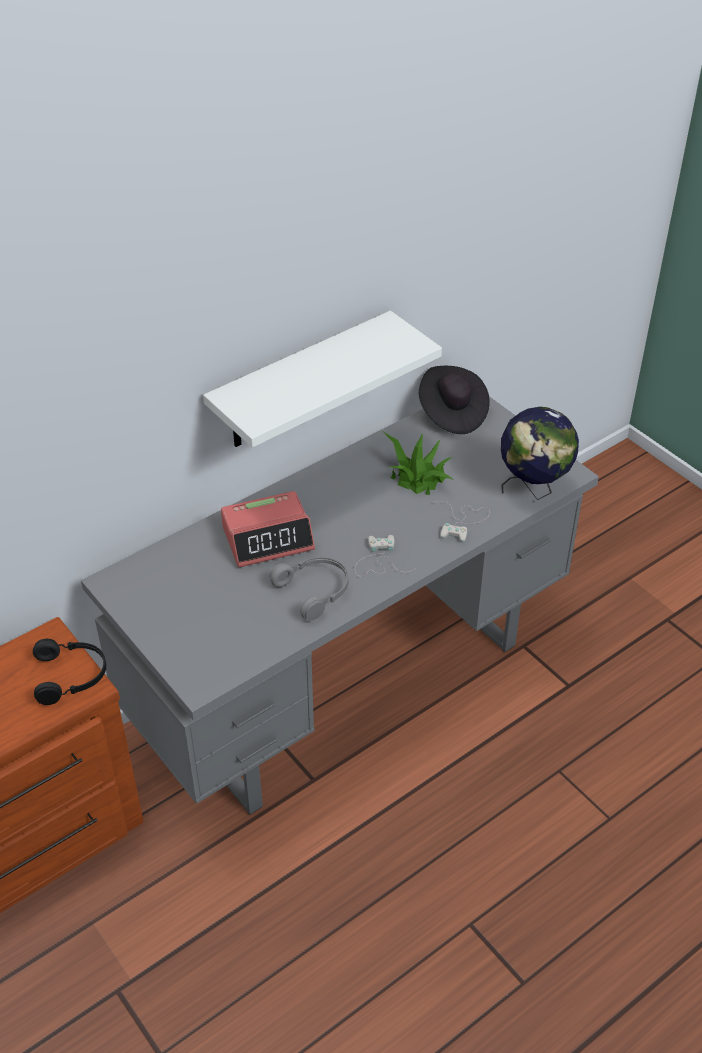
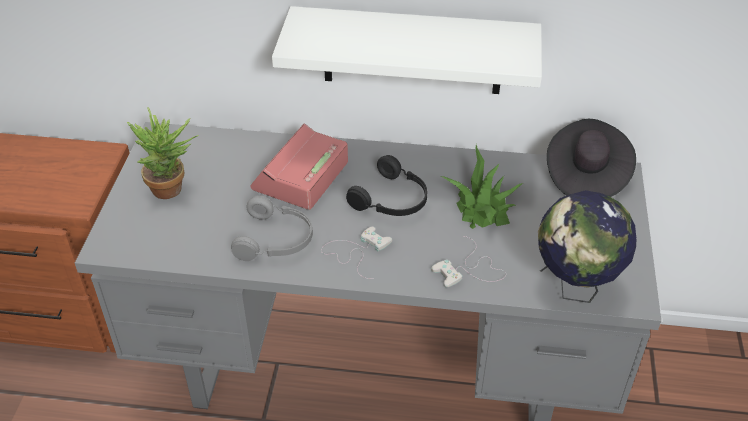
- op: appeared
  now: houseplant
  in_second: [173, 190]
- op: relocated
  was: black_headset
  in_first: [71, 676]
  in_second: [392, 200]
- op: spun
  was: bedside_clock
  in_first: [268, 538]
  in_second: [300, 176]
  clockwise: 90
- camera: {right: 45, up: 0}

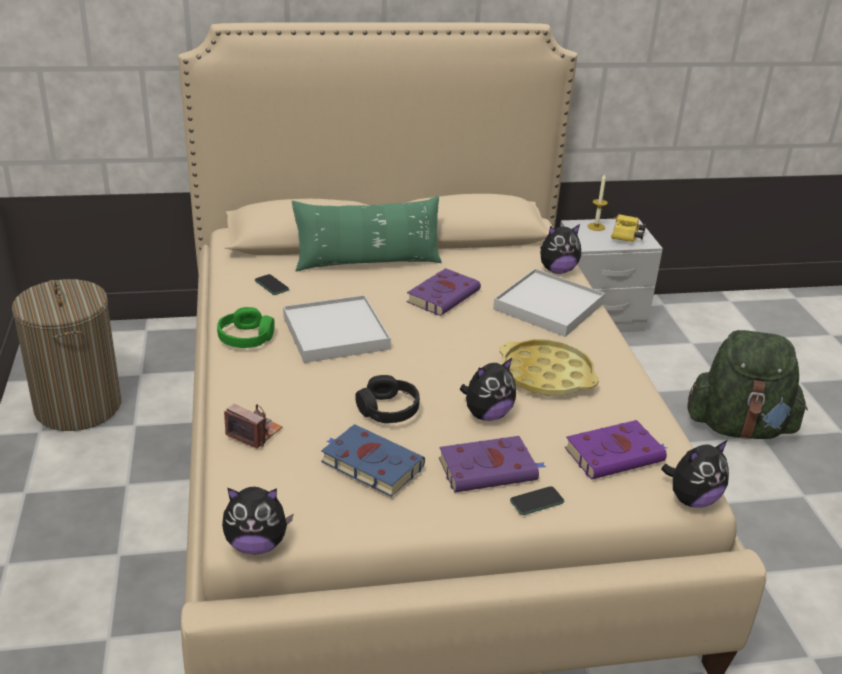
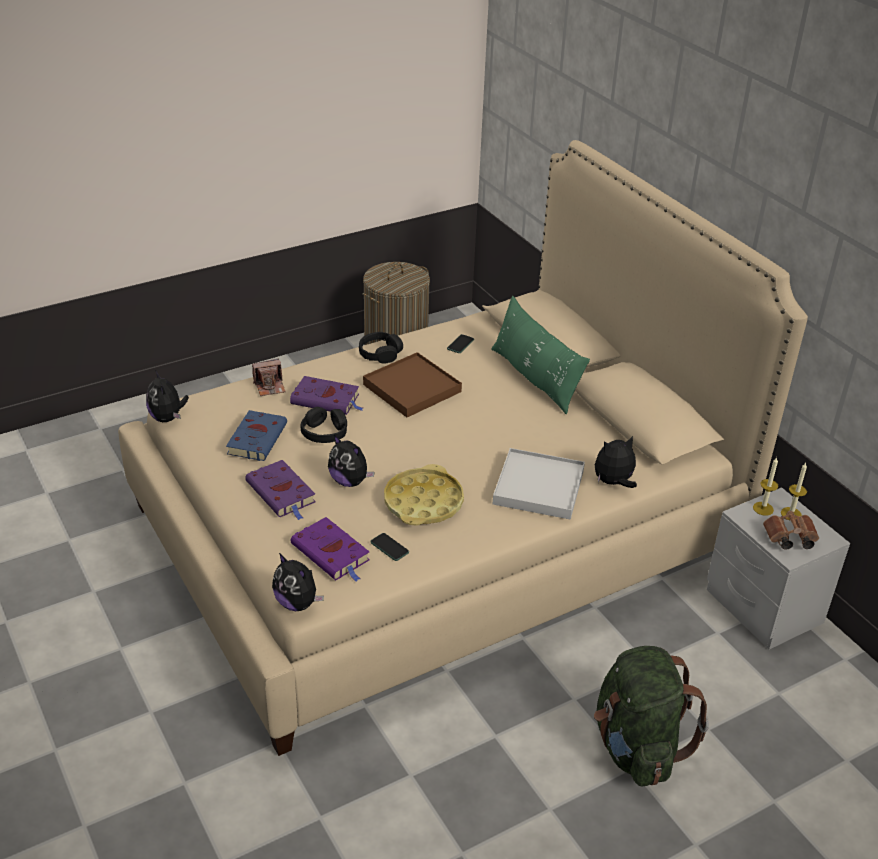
- op: appeared
  now: wax_light
  in_second: [763, 508]
- op: relocated
  was: purplish_volume
  in_first: [444, 296]
  in_second: [327, 400]
- op: relocated
  was: handset
  in_first: [536, 501]
  in_second: [389, 547]
- op: colour
  was: green_headset
  now: black_headset
  in_first: [246, 337]
  in_second: [380, 353]
- op: colour
  was: white_serving_tray
  now: brown-coloured_serving_tray
  in_first: [335, 333]
  in_second: [411, 388]
- op: colour
  was: yellowish_binoculars
  now: brown-coloured_binoculars
  in_first: [626, 237]
  in_second: [788, 539]
- op: spun
  was: still_camera
  in_first: [254, 433]
  in_second: [270, 386]
  clockwise: 60
- op: spun
  was: cuddly_toy
  in_first: [557, 270]
  in_second: [613, 483]
  clockwise: 105
- camera: {right: 70, up: 5}

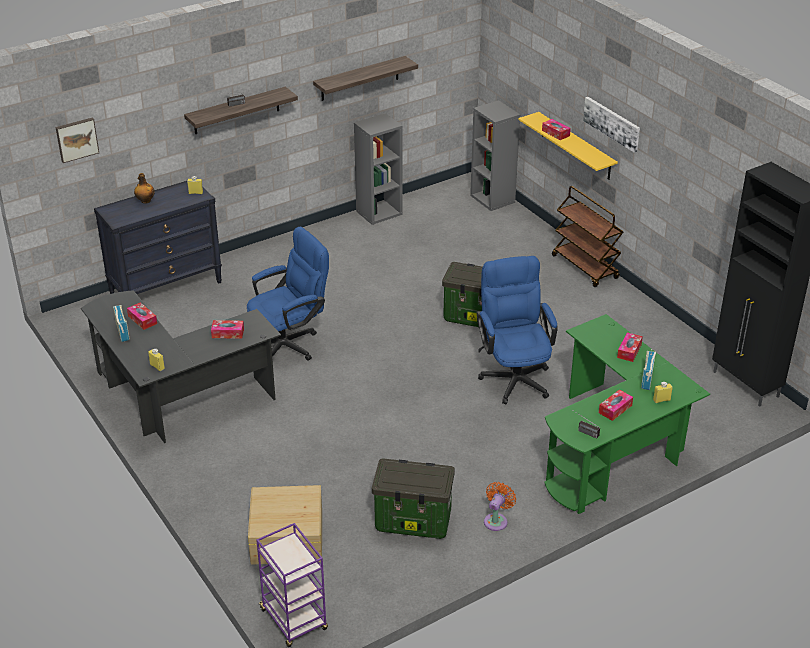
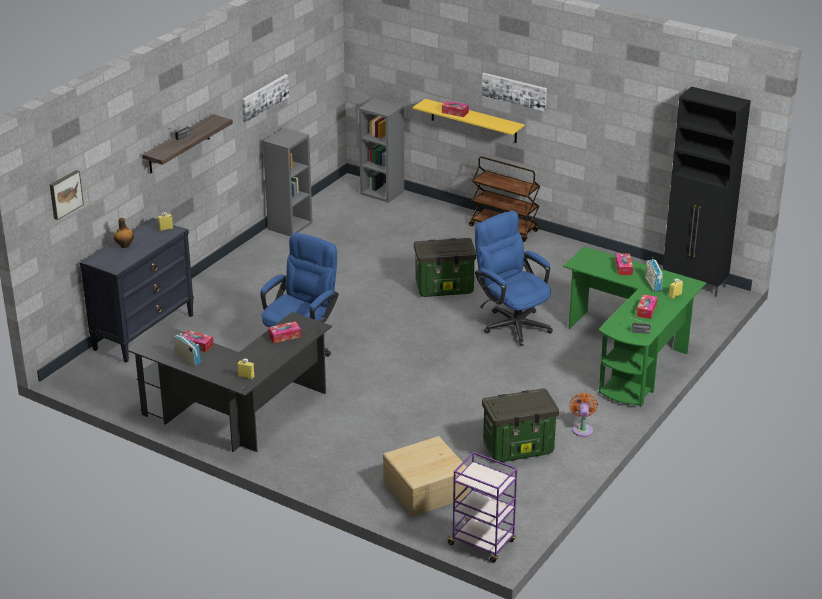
- op: exchanged
  was: wall_shelf
  now: wall_art
  in_first: [360, 78]
  in_second: [264, 97]
- camera: {right: -25, up: -5}

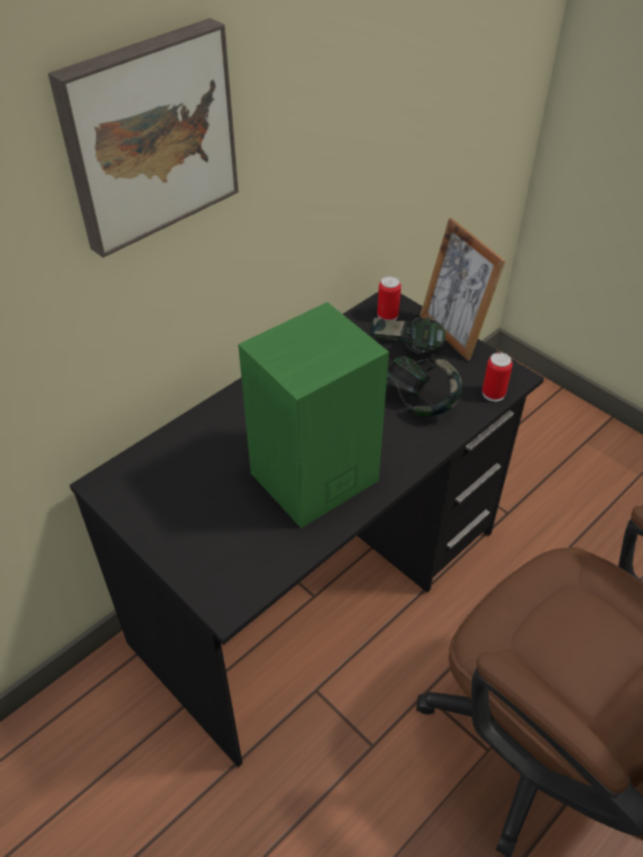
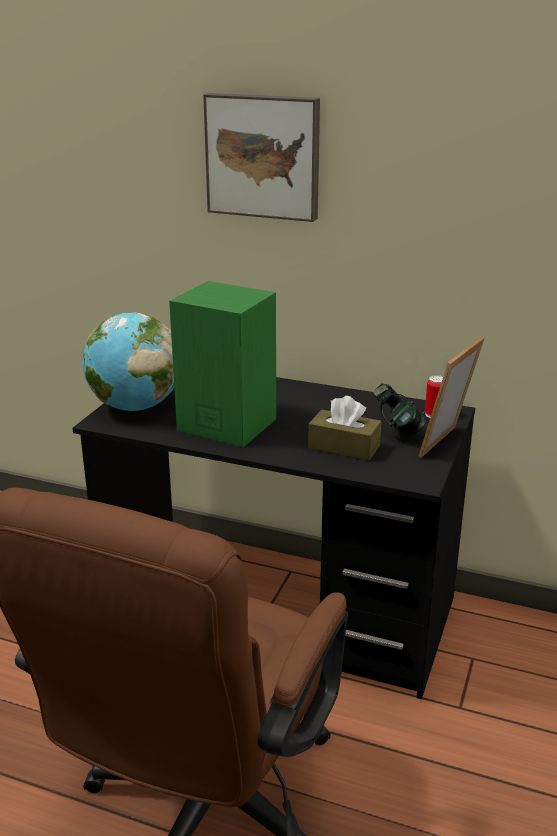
- op: missing
  was: can
  in_first: [493, 393]
- op: appeared
  now: desk_globe
  in_second: [135, 407]
- op: exchanged
  was: headset
  now: brown-coloured_box_of_tissues
  in_first: [420, 402]
  in_second: [344, 447]
- camera: {right: 65, up: -20}

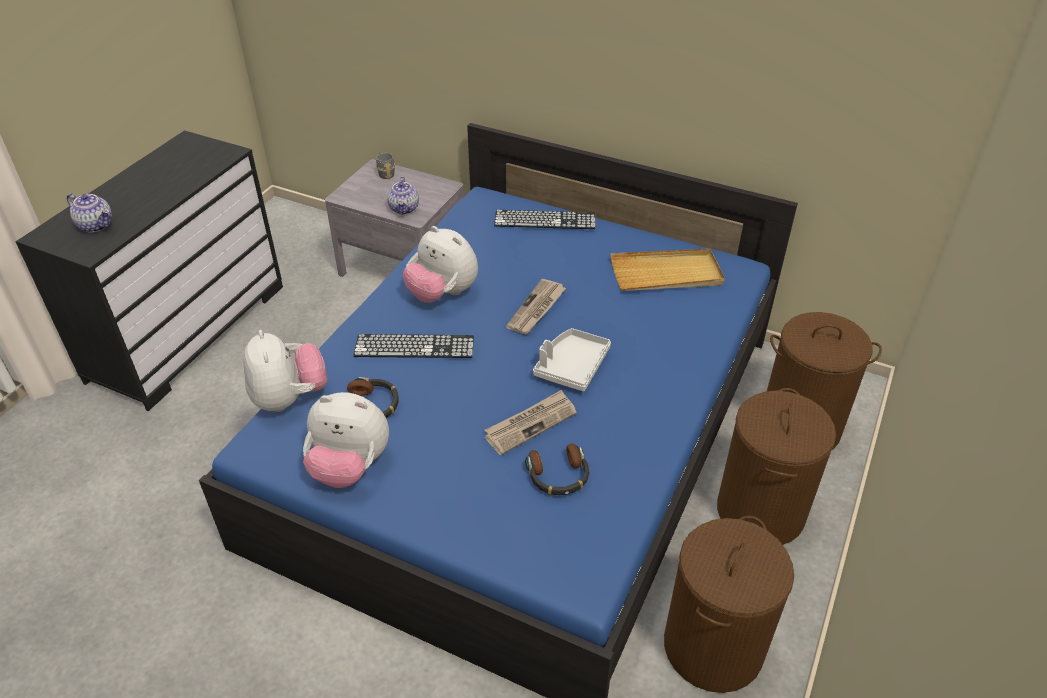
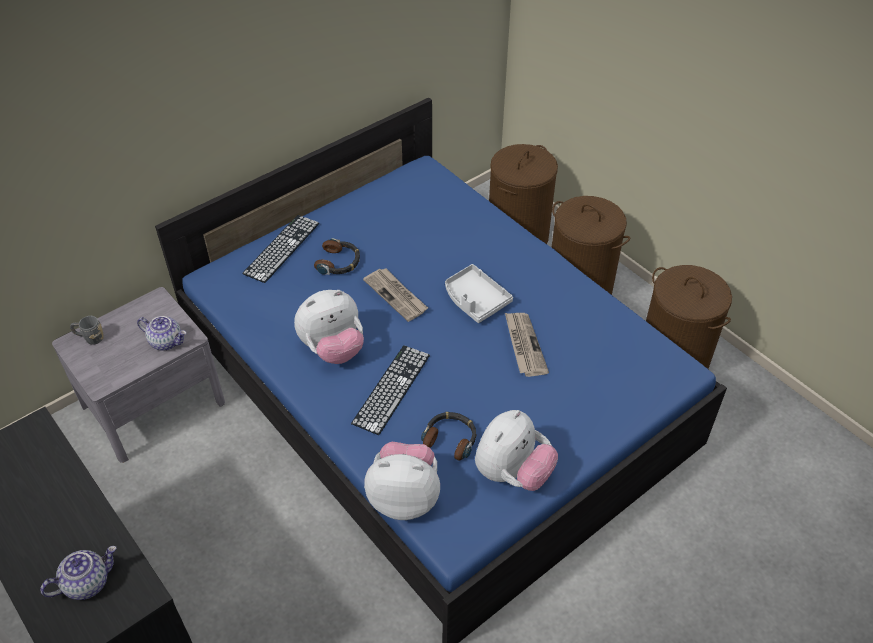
- op: missing
  was: beige_serving_tray
  in_first: [666, 274]
- op: relocated
  was: headset
  in_first: [558, 476]
  in_second: [339, 262]
- camera: {right: -65, up: 5}

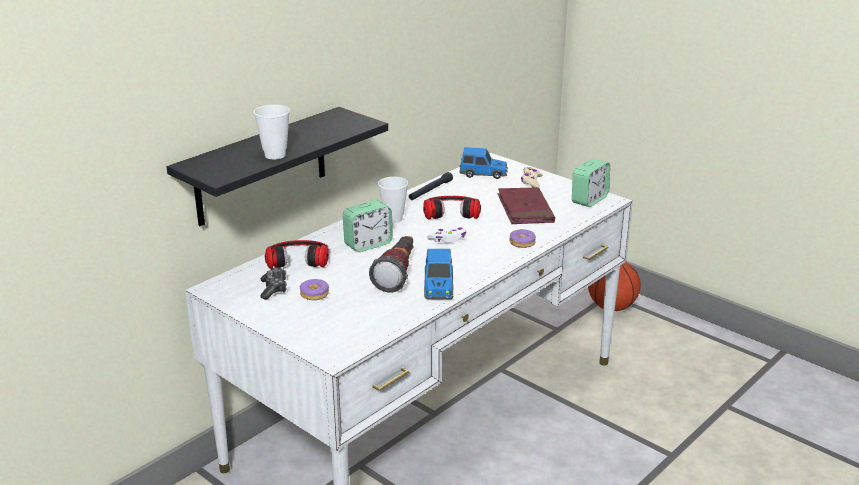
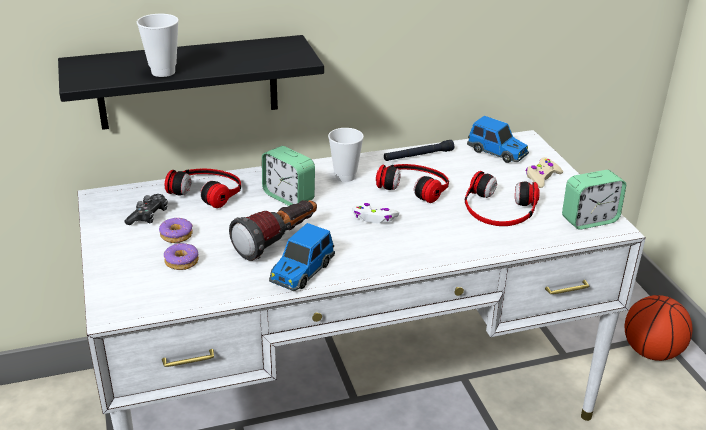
- op: relocated
  was: donut
  in_first: [522, 243]
  in_second: [182, 261]
- op: exchanged
  was: red_volume
  now: headset
  in_first: [525, 209]
  in_second: [499, 208]
- op: spun
  was: bedside_clock
  in_first: [368, 244]
  in_second: [288, 197]
  clockwise: 45
- camera: {right: 30, up: 5}

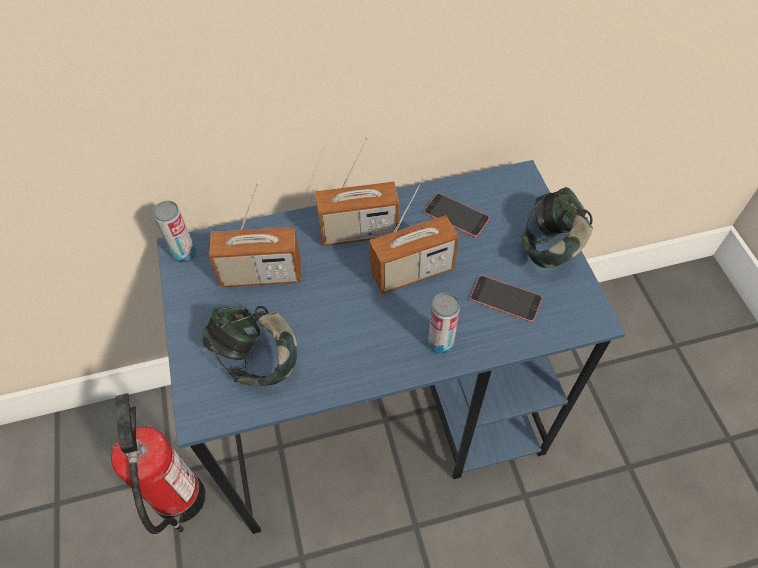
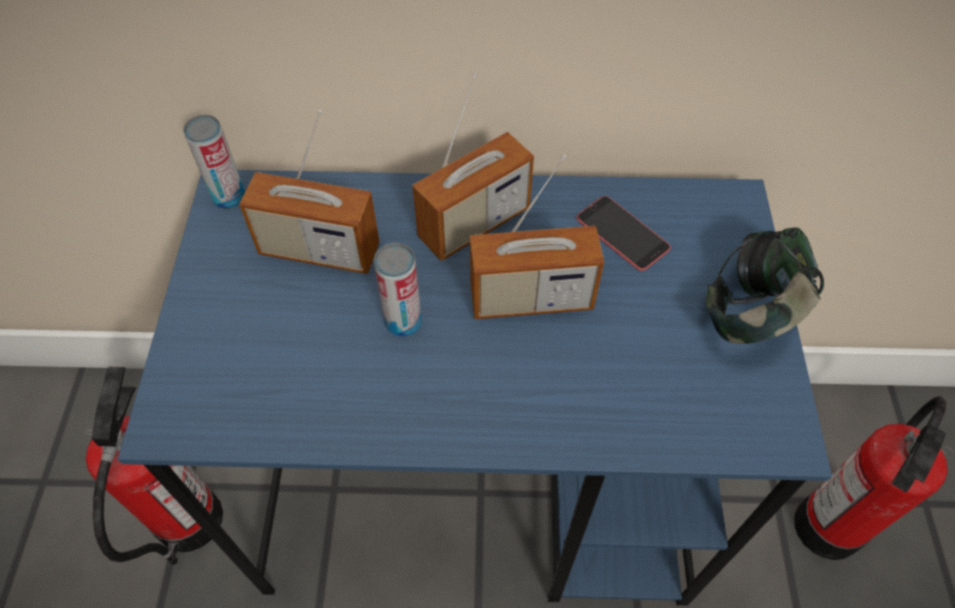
- op: missing
  was: headset
  in_first: [256, 359]
- op: missing
  was: handset
  in_first: [505, 298]
- op: appeared
  now: fire_extinguisher
  in_second: [828, 526]
- op: relocated
  was: can
  in_first: [440, 343]
  in_second: [403, 322]
- op: spun
  was: radio_receiver
  in_first: [359, 232]
  in_second: [474, 224]
  clockwise: -45
- camera: {right: 15, up: 0}

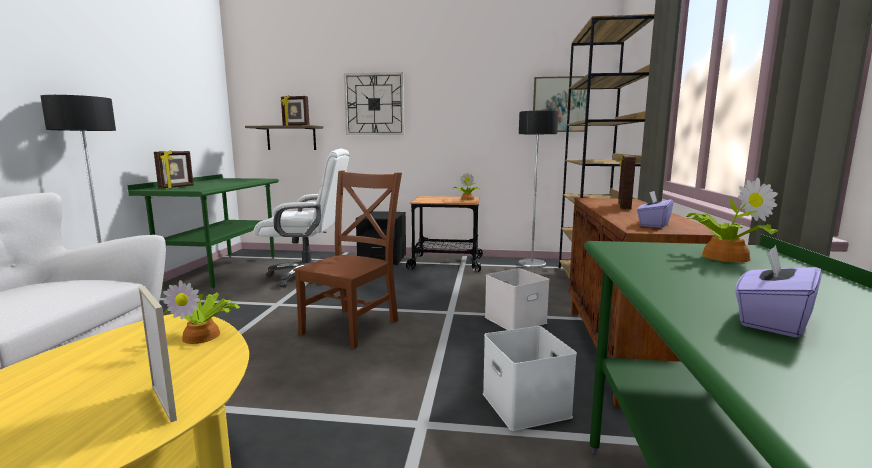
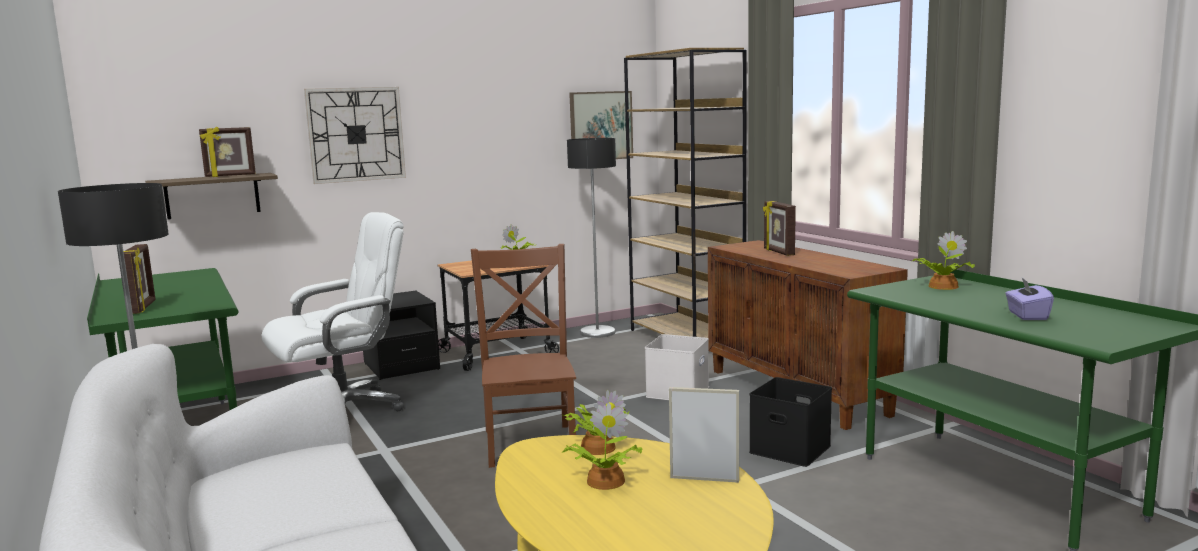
- op: missing
  was: purplish_box_of_tissues
  in_first: [653, 224]
- op: appeared
  now: houseplant
  in_second: [603, 481]
- op: colour
  was: white_storage_box
  now: black_storage_box
  in_first: [527, 405]
  in_second: [792, 449]
- camera: {right: -35, up: 0}

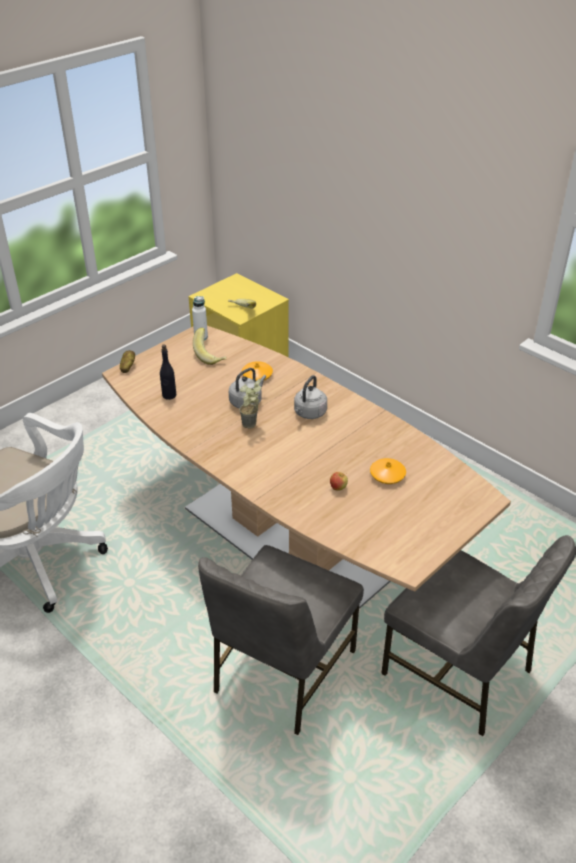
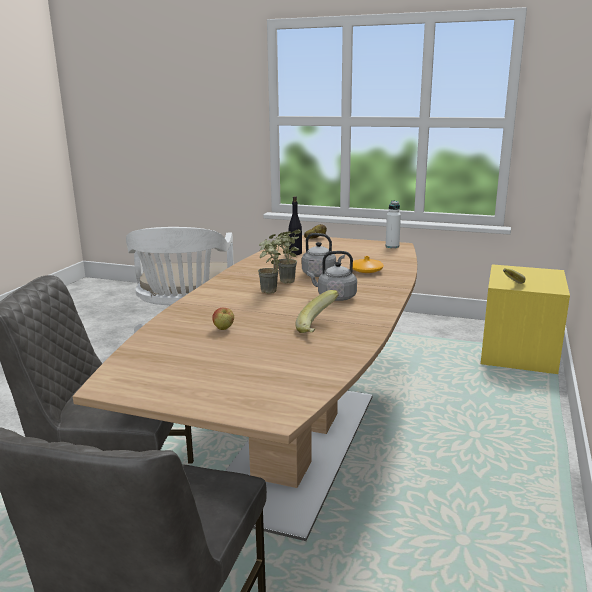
- op: missing
  was: orangey_vase
  in_first: [387, 475]
- op: appeared
  now: houseplant
  in_second: [270, 293]
- op: relocated
  was: banana_fruit
  in_first: [211, 356]
  in_second: [319, 328]
- camera: {right: 65, up: -20}

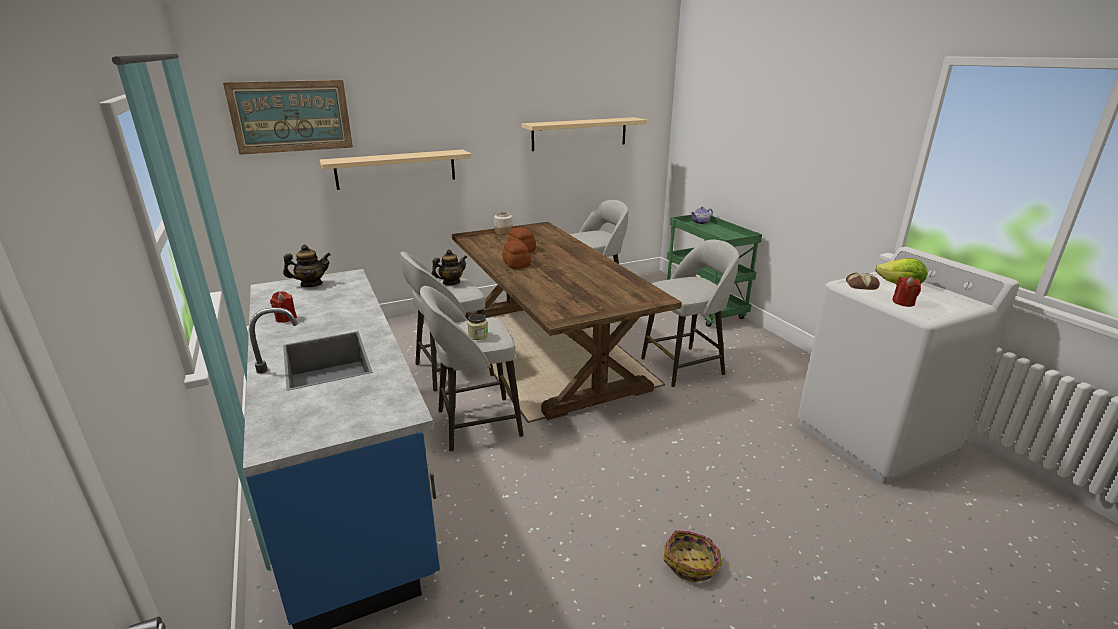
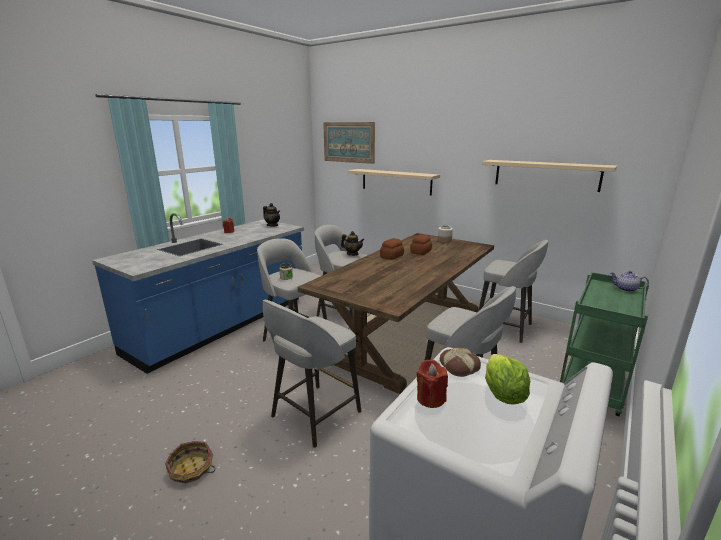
- op: appeared
  now: greyish_stool
  in_second: [314, 415]
- camera: {right: 60, up: -5}

